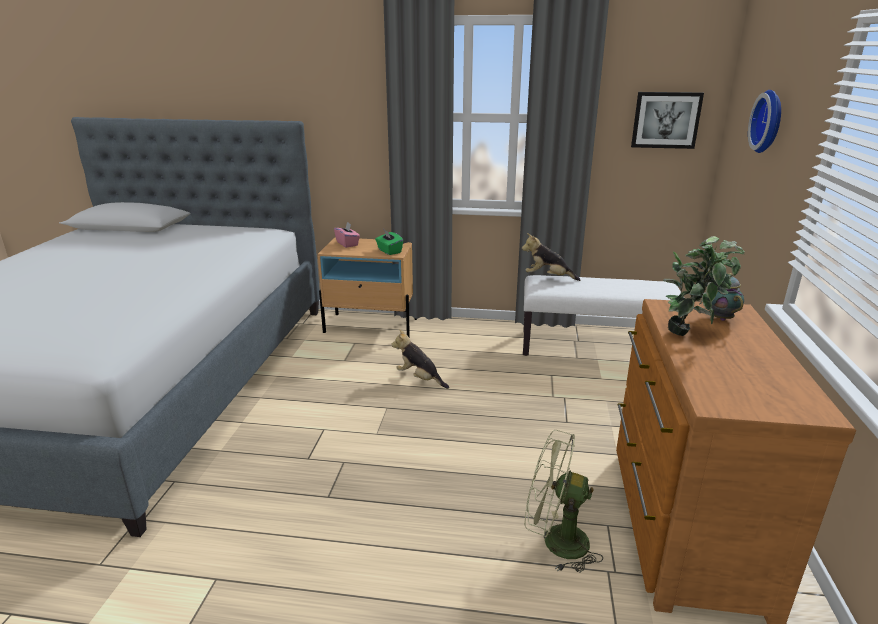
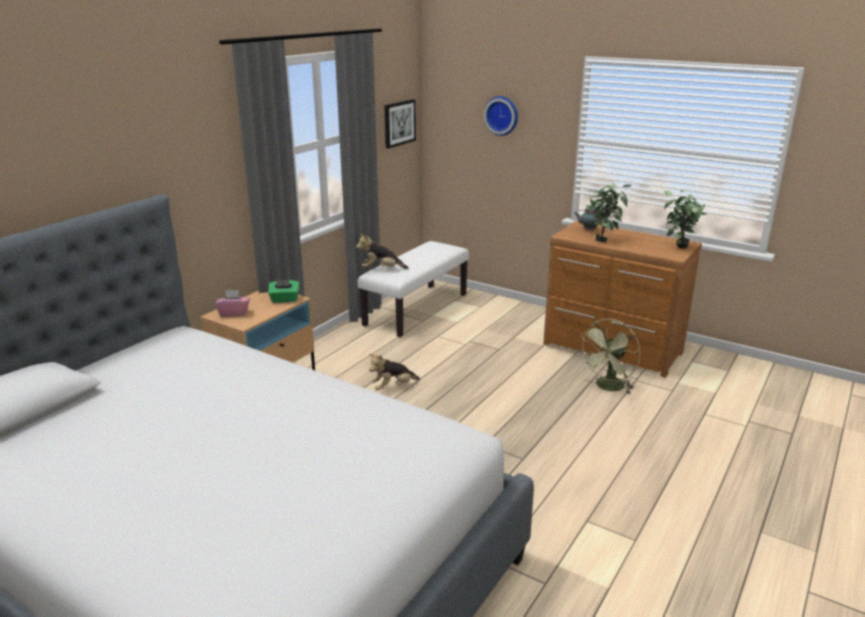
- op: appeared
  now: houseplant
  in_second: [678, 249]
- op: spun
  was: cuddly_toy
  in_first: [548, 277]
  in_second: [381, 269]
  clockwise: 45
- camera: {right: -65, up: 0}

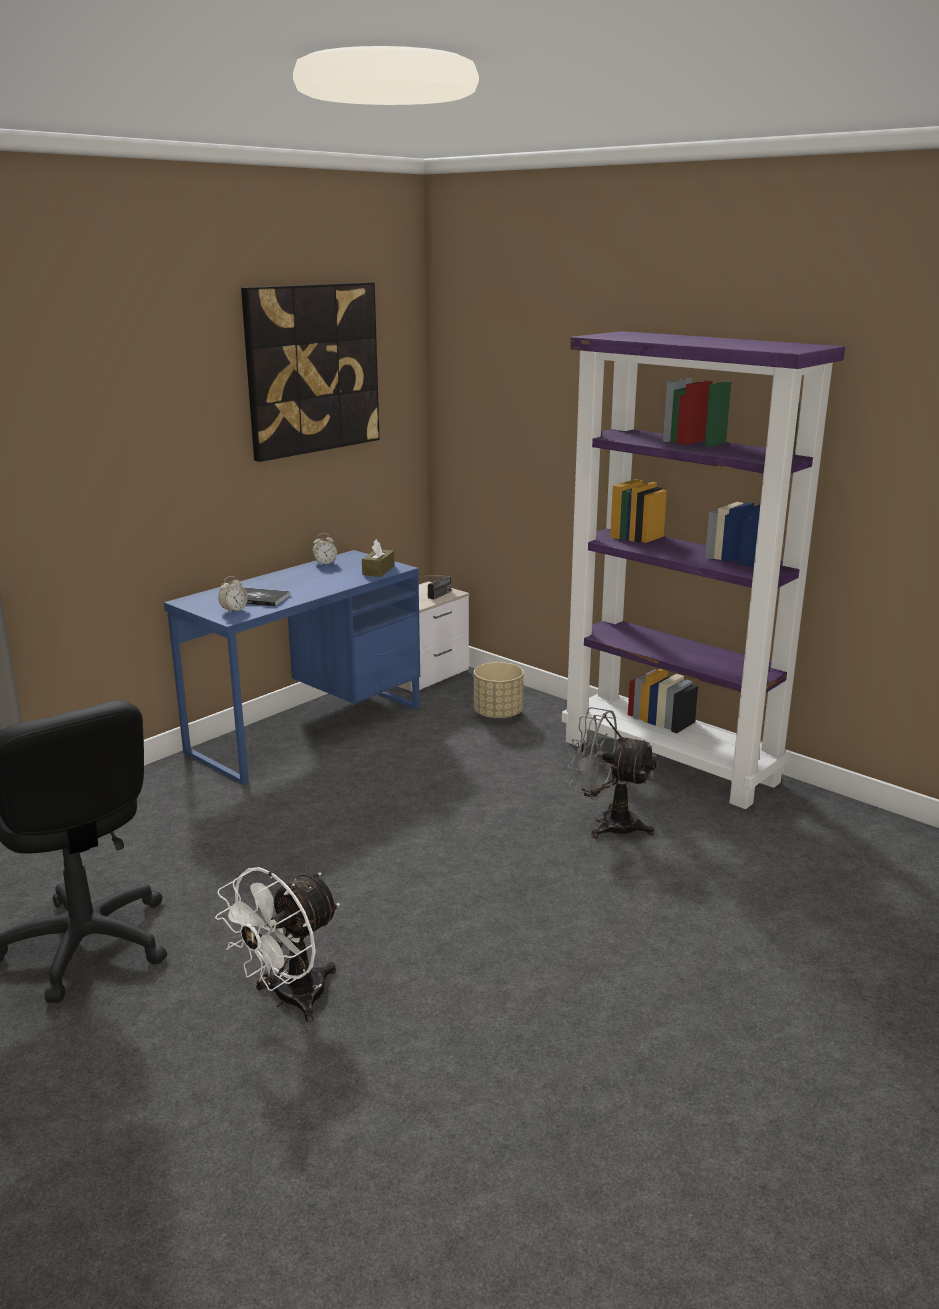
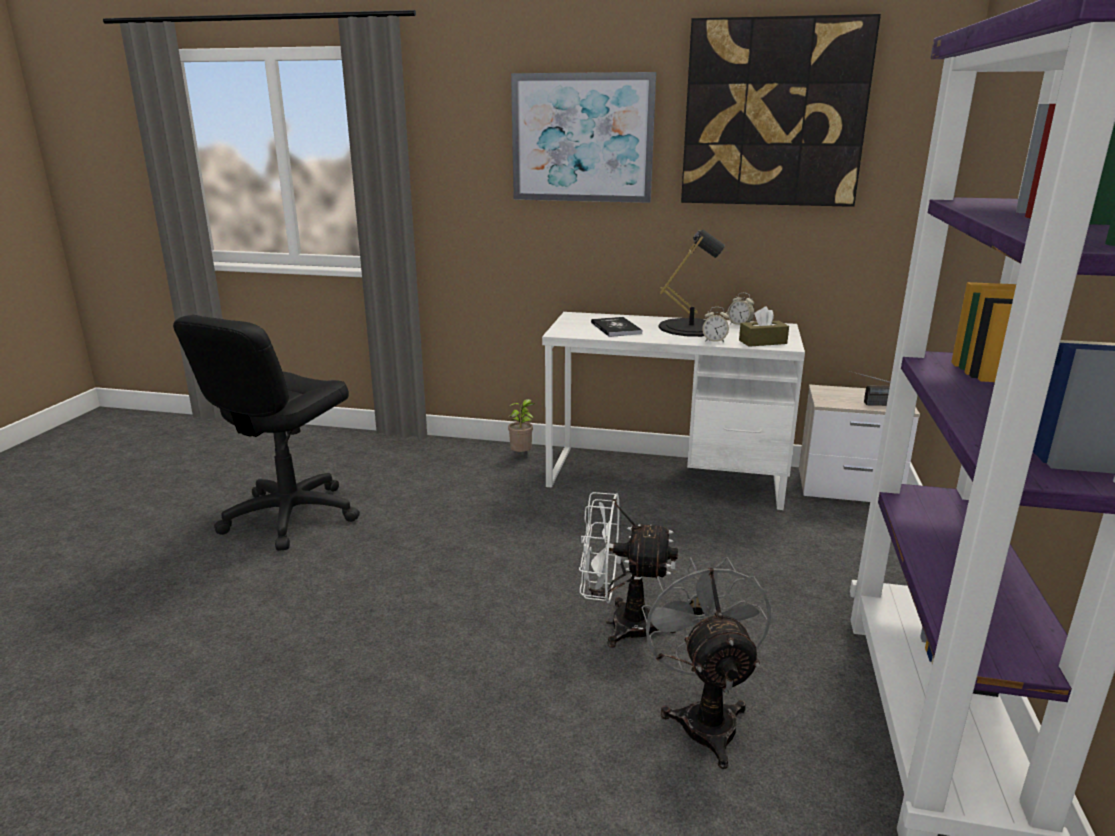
- op: missing
  was: beige_plant_pot
  in_first: [497, 714]
- op: appeared
  now: houseplant
  in_second: [522, 455]
- op: appeared
  now: wall_art
  in_second: [582, 138]
- op: appeared
  now: black_table_lamp
  in_second: [691, 327]
- op: relocated
  was: white_electric_fan
  in_first: [289, 999]
  in_second: [620, 625]
- op: relocated
  was: bedside_clock
  in_first: [234, 610]
  in_second: [714, 341]
- op: colour
  was: blue_desk_table
  now: white_desk_table
  in_first: [307, 729]
  in_second: [665, 477]
- camera: {right: 60, up: 0}

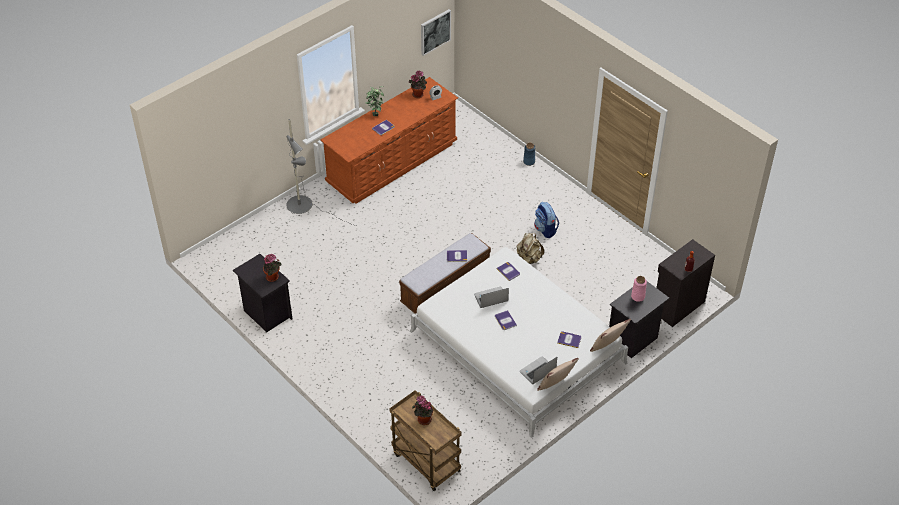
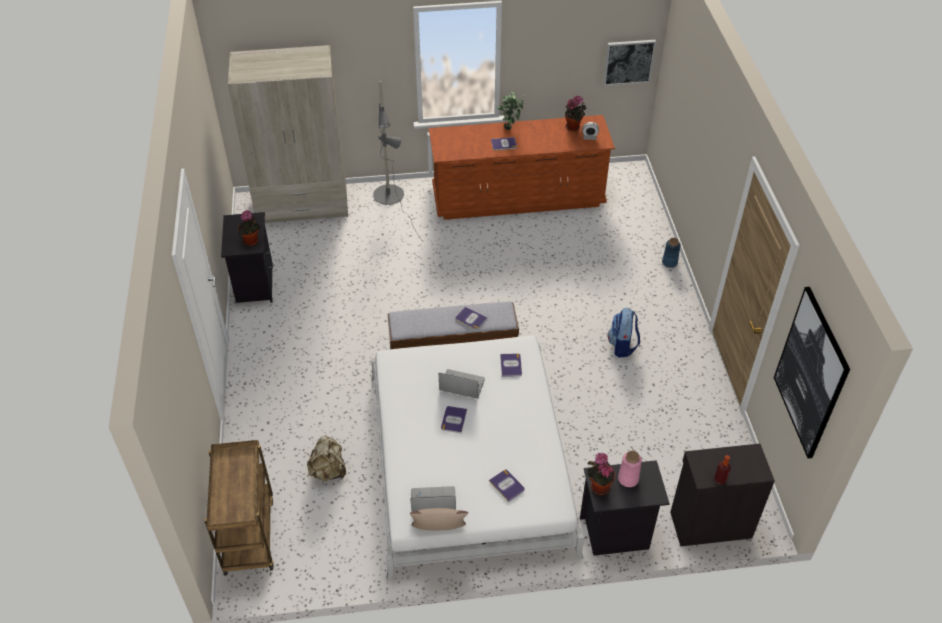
- op: missing
  was: beige_pillow
  in_first: [608, 346]
- op: appeared
  now: beige_wardrobe
  in_second: [302, 205]
- op: appeared
  now: wall_art
  in_second: [811, 373]
- op: relocated
  was: houseplant
  in_first: [423, 419]
  in_second: [598, 486]
- op: relocated
  was: beige_rucksack
  in_first: [529, 259]
  in_second: [328, 471]
- camera: {right: 35, up: 0}

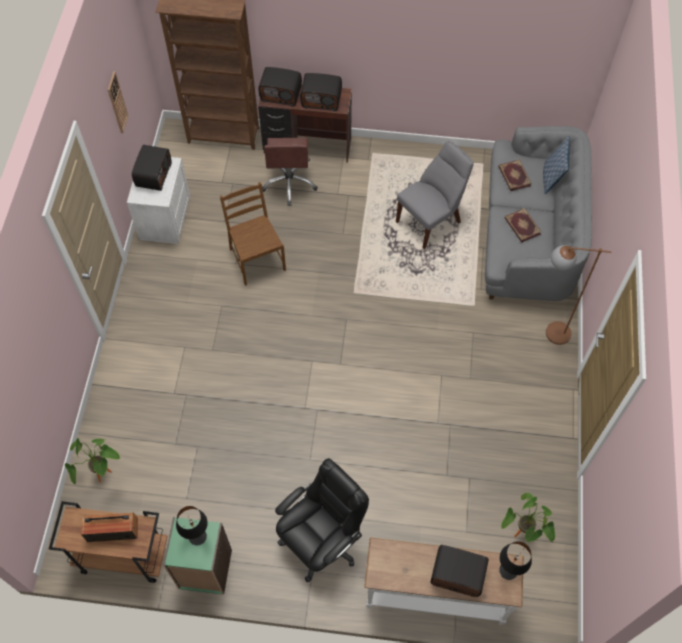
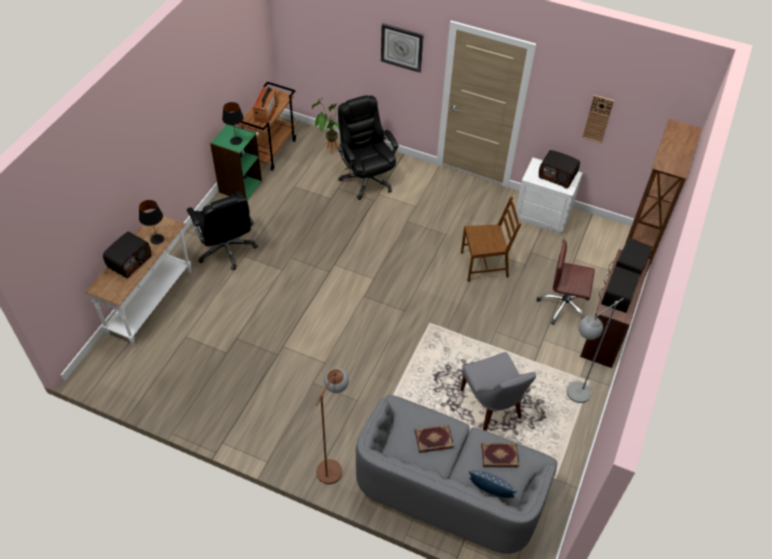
- op: missing
  was: houseplant
  in_first: [521, 536]
- op: appeared
  now: black_desk_chair
  in_second: [367, 179]
- op: appeared
  now: clock_on_the_wall
  in_second: [402, 47]
- op: appeared
  now: greyish_floor_lamp
  in_second: [572, 397]
- op: relocated
  was: black_table_lamp
  in_first: [508, 570]
  in_second: [157, 239]
- camera: {right: 105, up: -10}

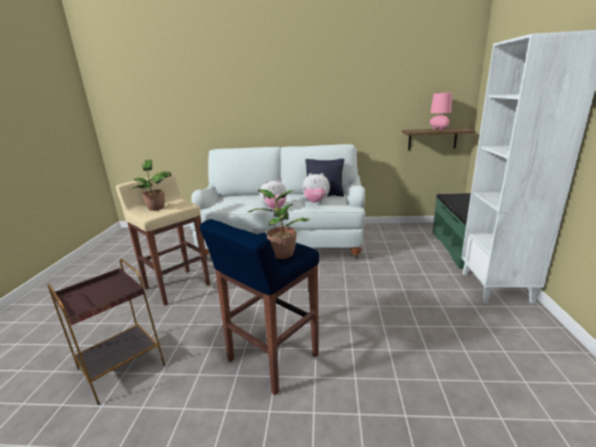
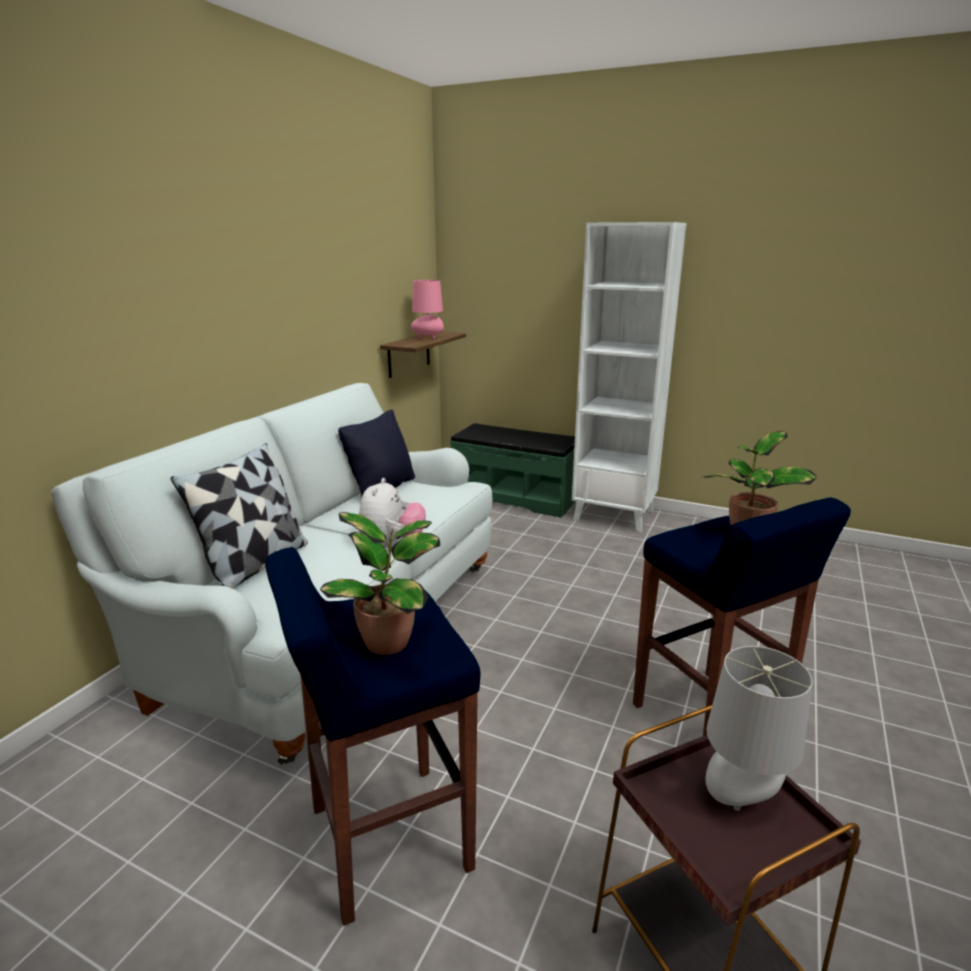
- op: missing
  was: cuddly_toy
  in_first: [316, 202]
- op: appeared
  now: pillow
  in_second: [255, 565]
- op: appeared
  now: greyish_table_lamp
  in_second: [742, 799]
- op: colour
  was: beige_stool
  now: blue_stool
  in_first: [177, 286]
  in_second: [387, 839]
- camera: {right: -70, up: 0}

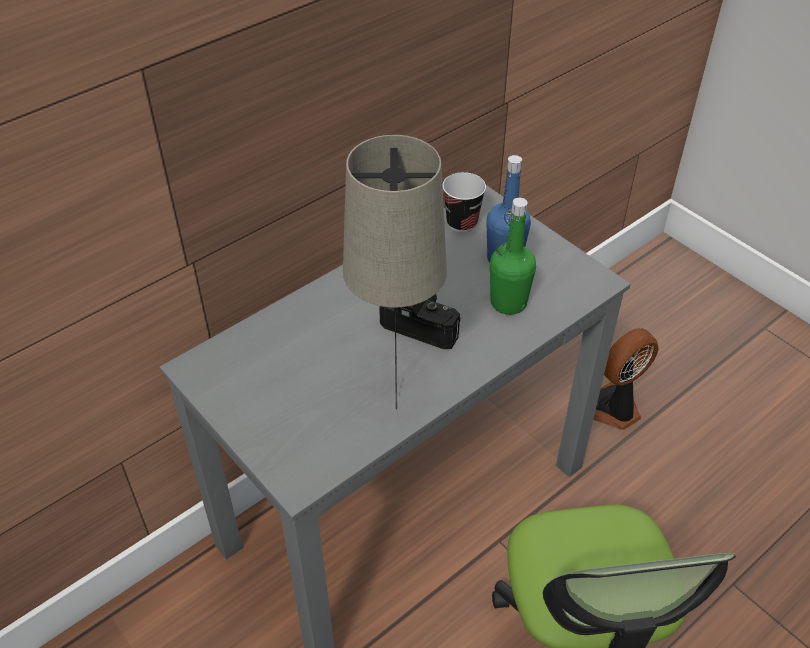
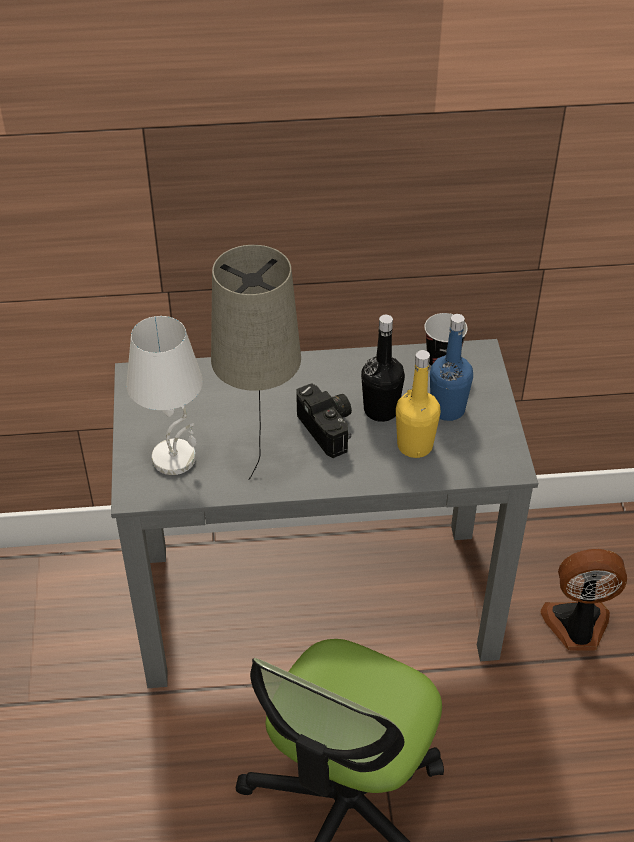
- op: appeared
  now: white_table_lamp
  in_second: [175, 458]
- op: appeared
  now: black_beverage_bottle
  in_second: [381, 410]
- op: colour
  was: green_beverage_bottle
  now: yellowish_beverage_bottle
  in_first: [508, 302]
  in_second: [415, 445]
- camera: {right: 35, up: 0}

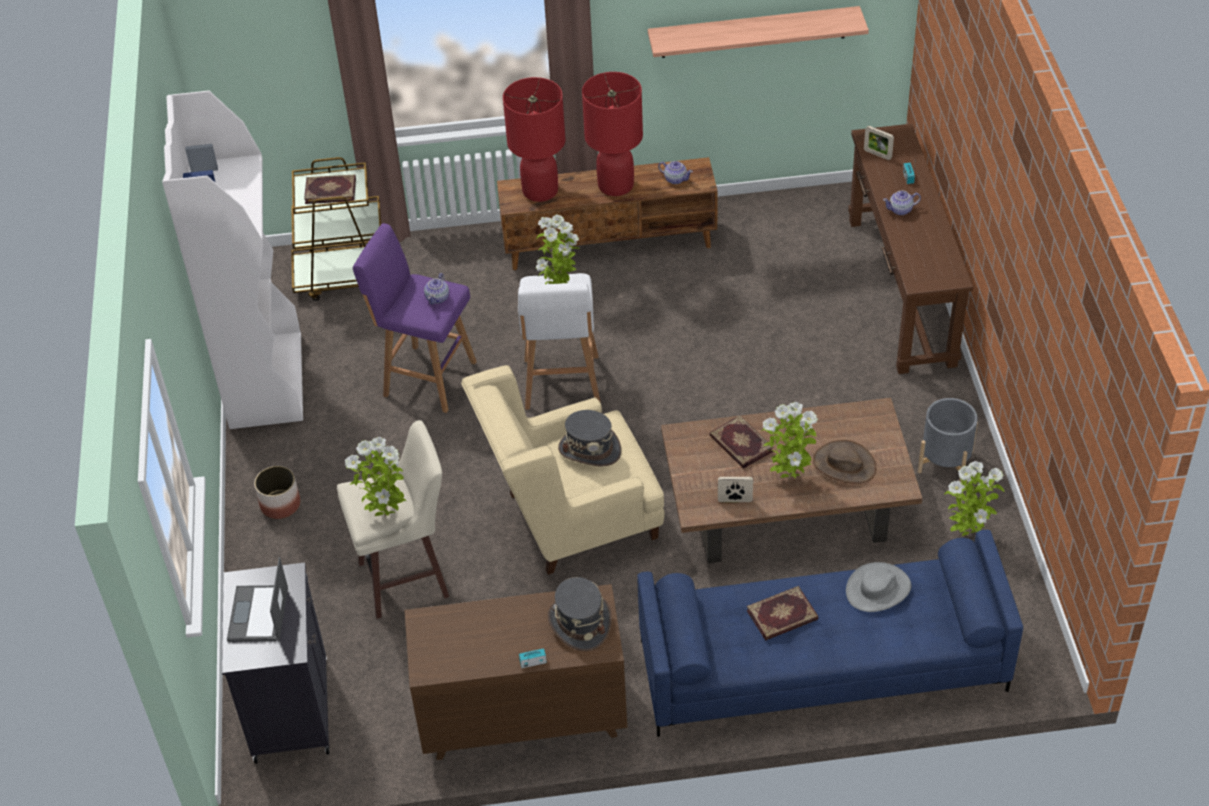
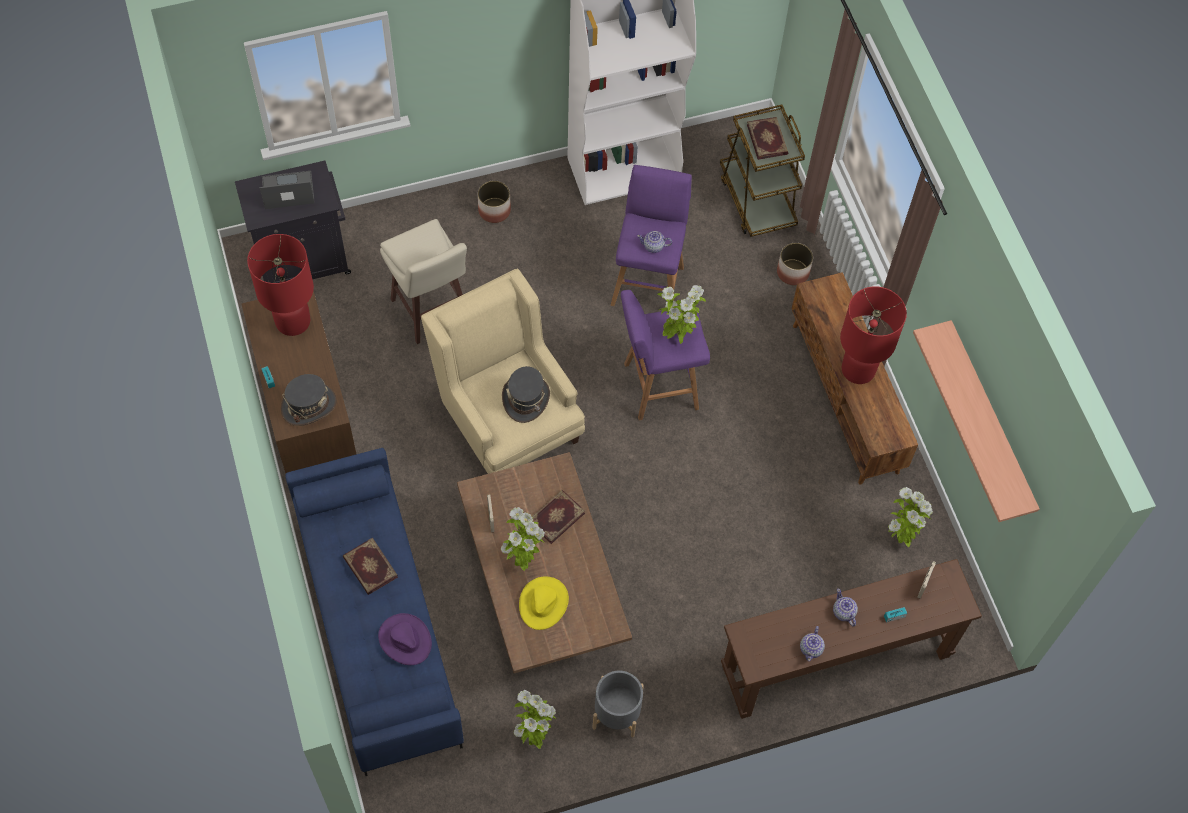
- op: appeared
  now: plant_pot
  in_second: [793, 272]
- op: relocated
  was: houseplant
  in_first: [386, 515]
  in_second: [900, 537]
- op: relocated
  was: red_table_lamp
  in_first: [540, 190]
  in_second: [293, 321]
- op: relocated
  was: pot_for_tea
  in_first: [675, 179]
  in_second: [811, 648]
- op: colour
  was: white_stool
  now: purplish_stool
  in_first: [562, 385]
  in_second: [658, 386]
- op: colour
  was: brown-coloured_hat
  now: yellowish_hat
  in_first: [844, 465]
  in_second: [543, 603]
- op: colour
  was: greyish_hat
  now: purplish_hat
  in_first: [878, 589]
  in_second: [405, 640]
- camera: {right: 75, up: 15}

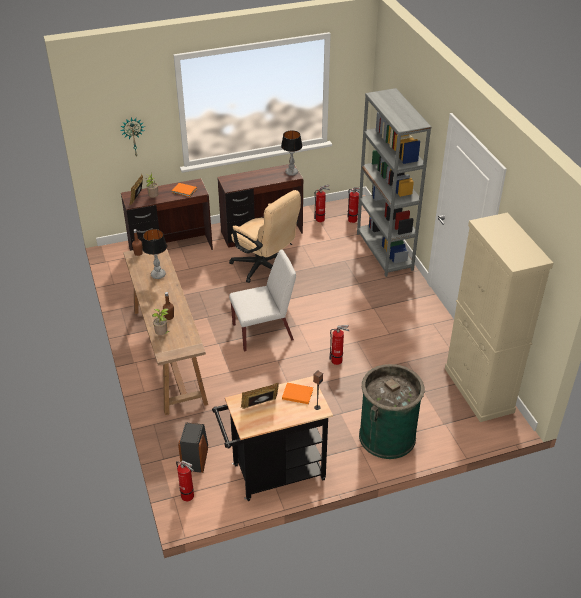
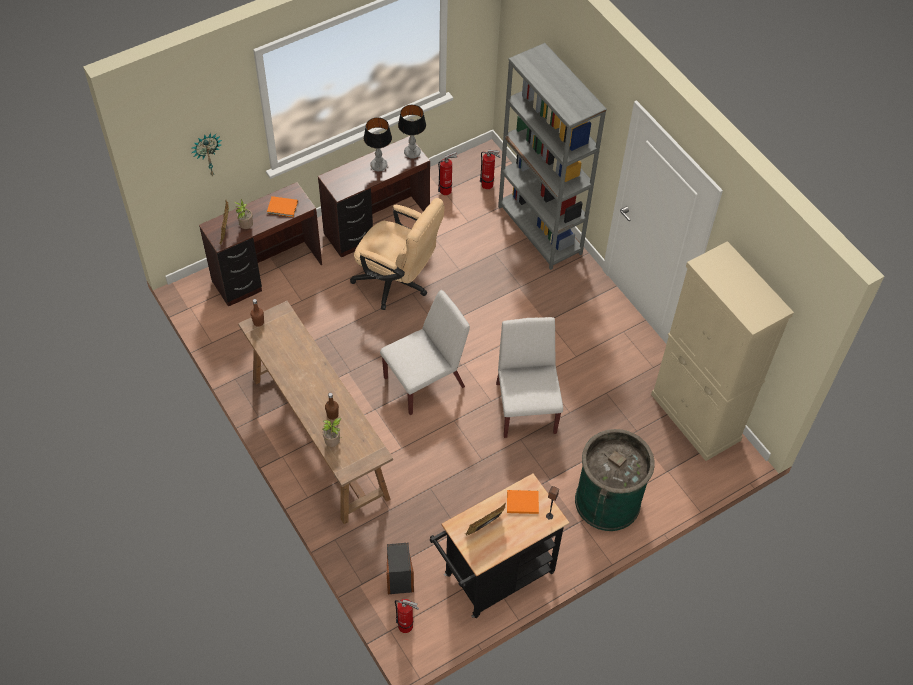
- op: relocated
  was: table_lamp
  in_first: [158, 275]
  in_second: [379, 166]
- op: exchanged
  was: fire_extinguisher
  now: white_plain_chair
  in_first: [338, 360]
  in_second: [525, 407]
- camera: {right: -15, up: 15}

